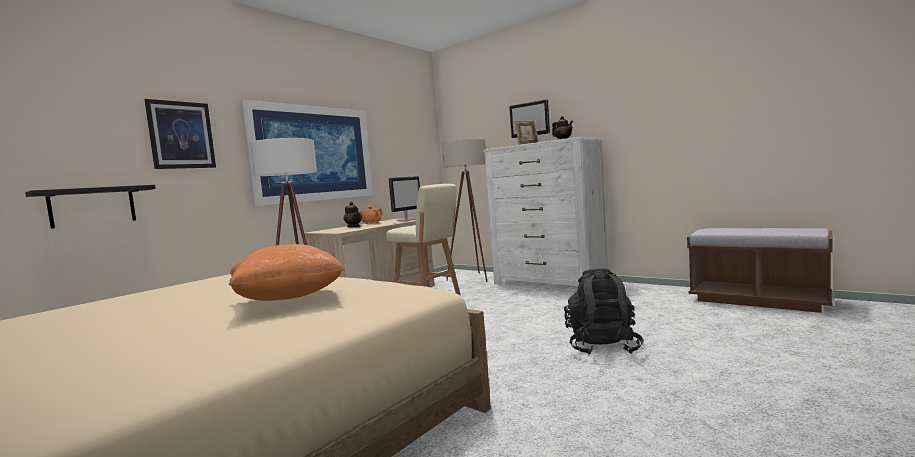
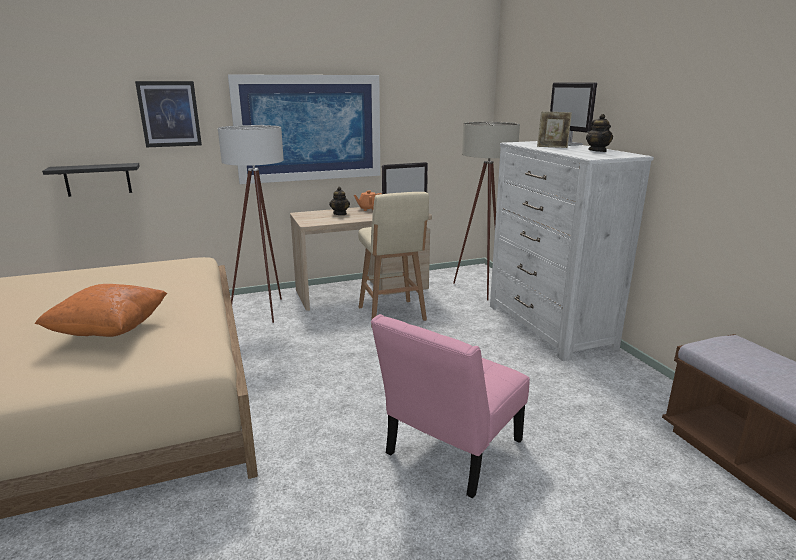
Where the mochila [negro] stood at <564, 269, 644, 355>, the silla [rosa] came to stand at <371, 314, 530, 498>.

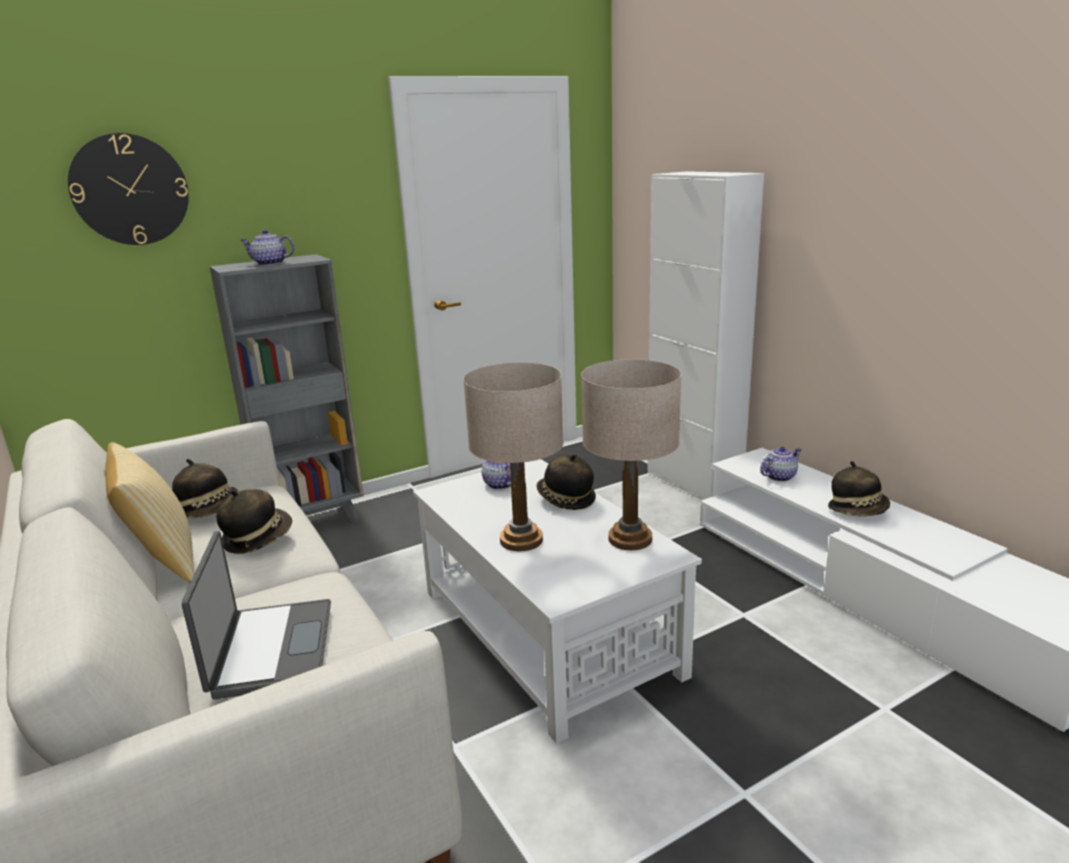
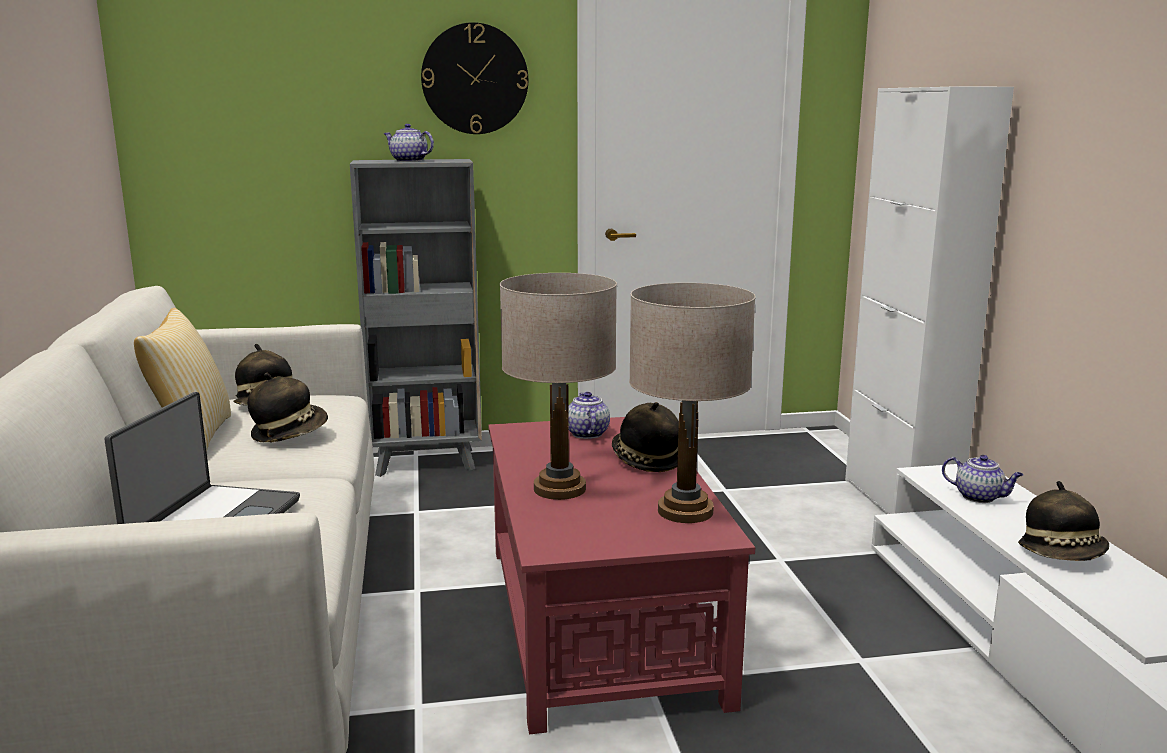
The reloj de pared ended up elsewhere, having gone from <68, 133, 189, 245> to <421, 22, 528, 134>.
What was the mesa de centro [blanco] at <413, 459, 702, 744> turned into the mesa de centro [rojo] at <488, 417, 755, 734>.
The tetera at <760, 447, 801, 482> ended up facing another way, 45 degrees clockwise from before.

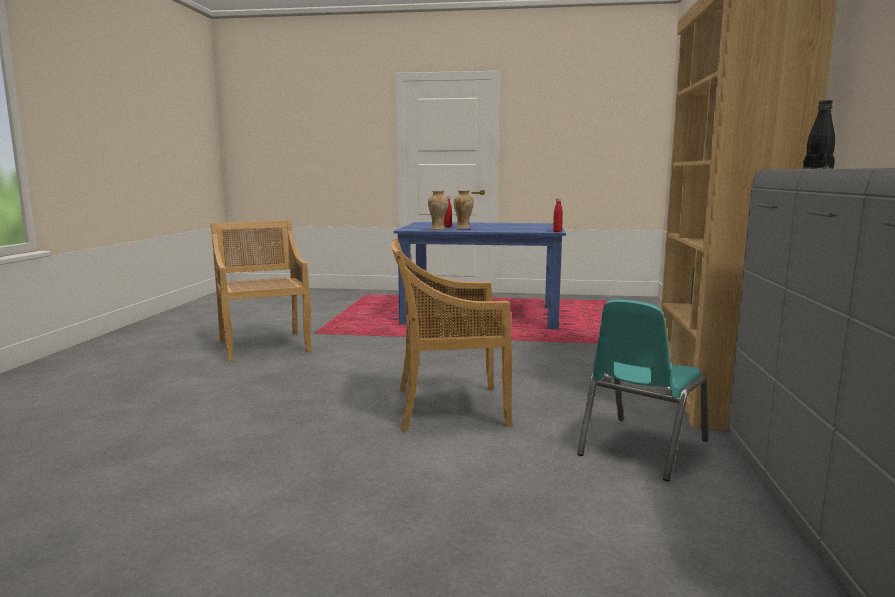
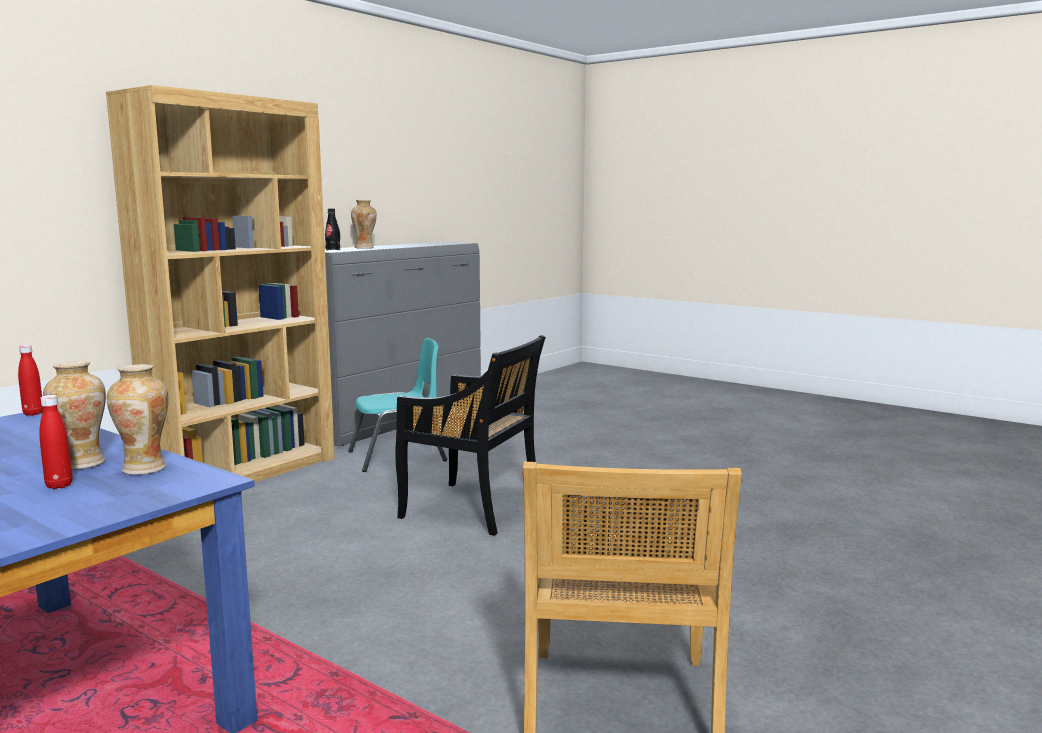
The second view gained the florero at <351, 200, 377, 249>.
What was the silla [beis] at <391, 238, 512, 430> turned into the silla [negro] at <395, 335, 546, 536>.

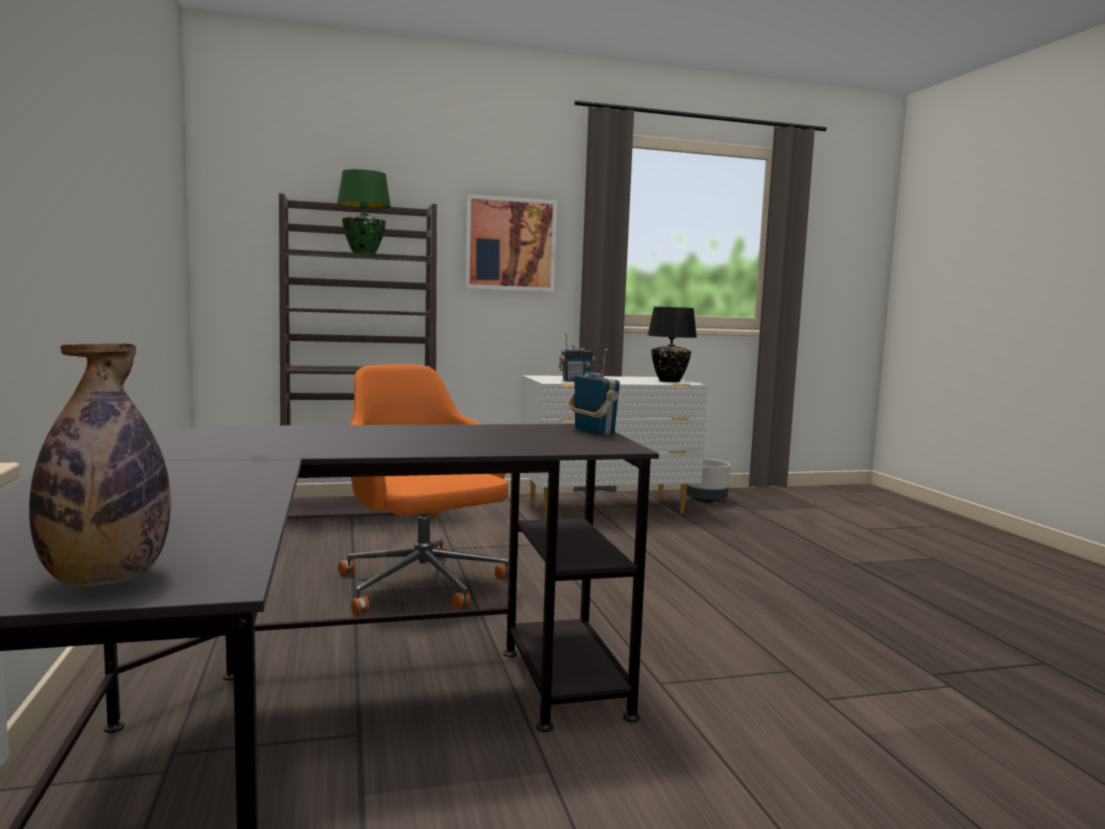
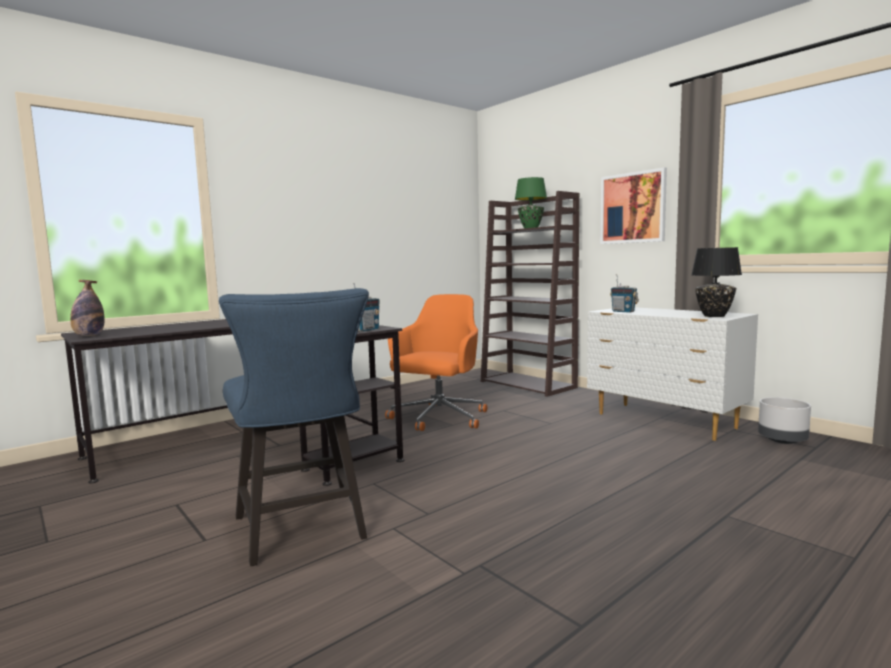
The second view gained the silla [azul] at <219, 288, 369, 566>.

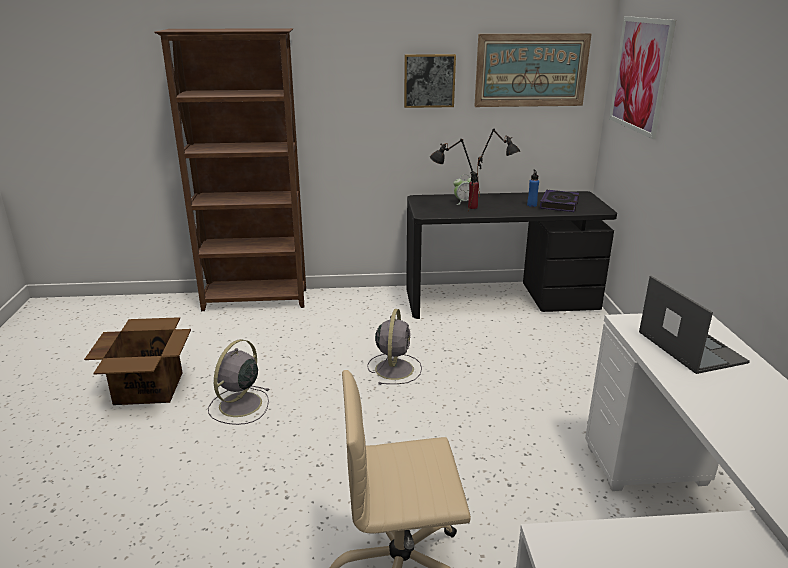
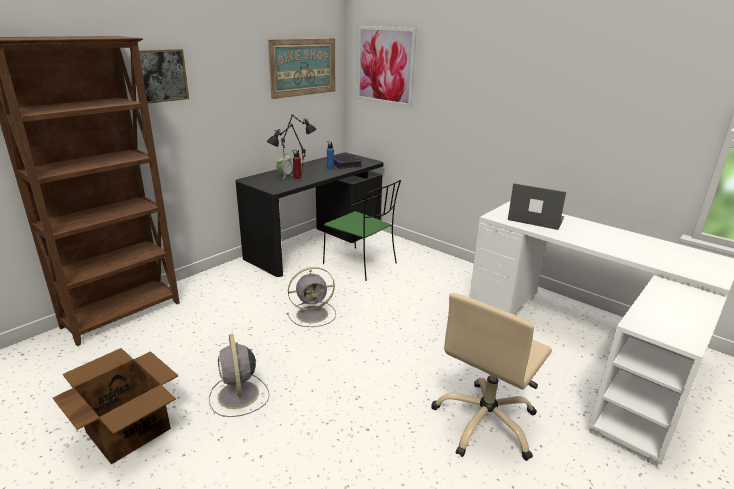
The second view gained the silla [verde] at <323, 180, 401, 281>.
The cuadro ended up elsewhere, having gone from <404, 54, 456, 108> to <139, 49, 189, 103>.
The ventilador [gris] at <367, 309, 422, 385> ended up facing another way, 105 degrees clockwise from before.

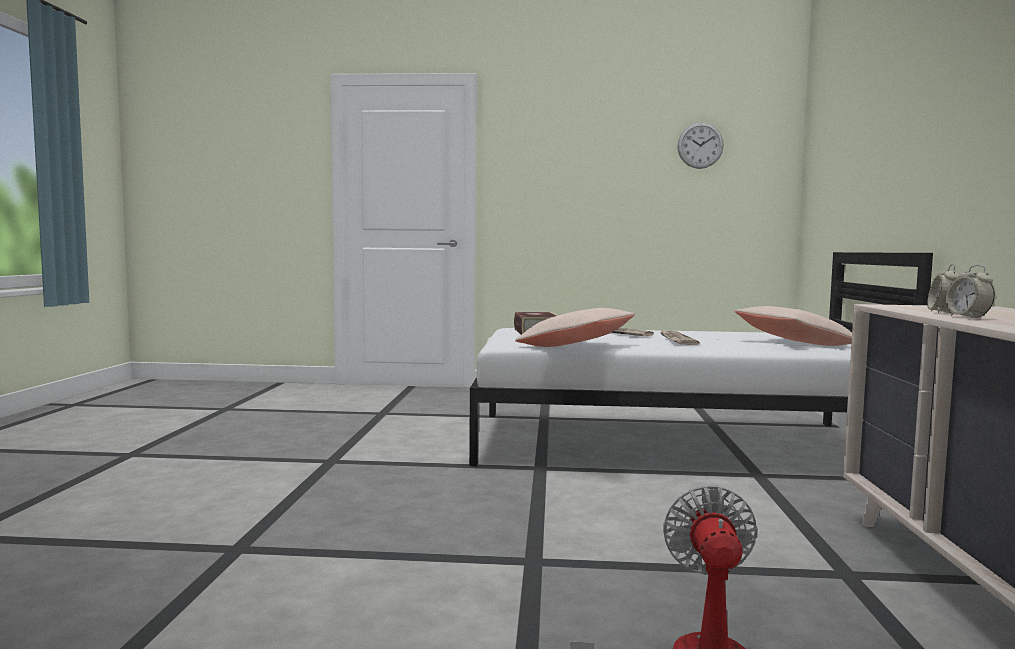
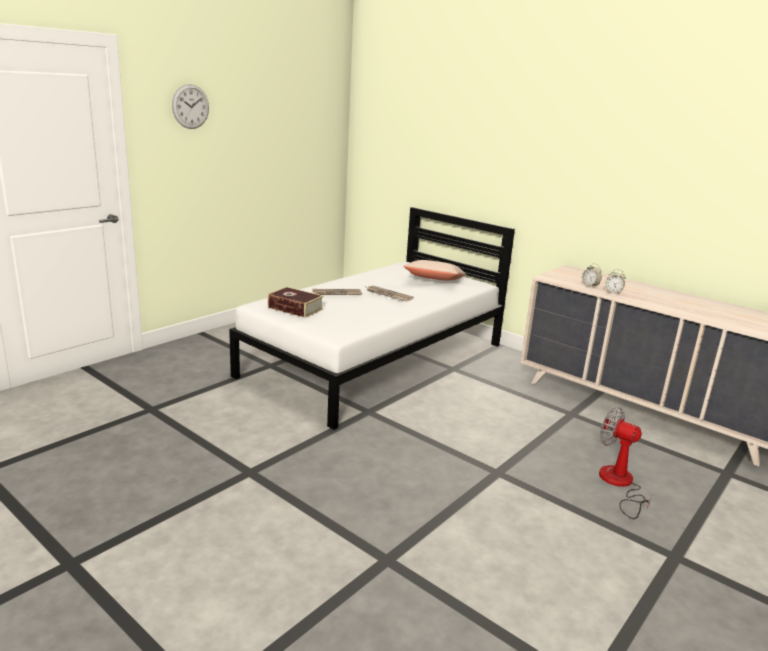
The second view lost the cojín [beis] at <515, 308, 635, 347>.
The reloj de pared ended up elsewhere, having gone from <677, 122, 724, 169> to <172, 84, 209, 129>.

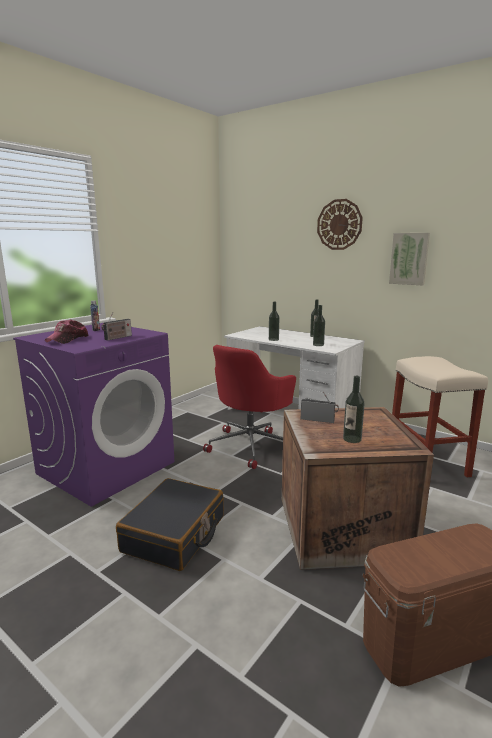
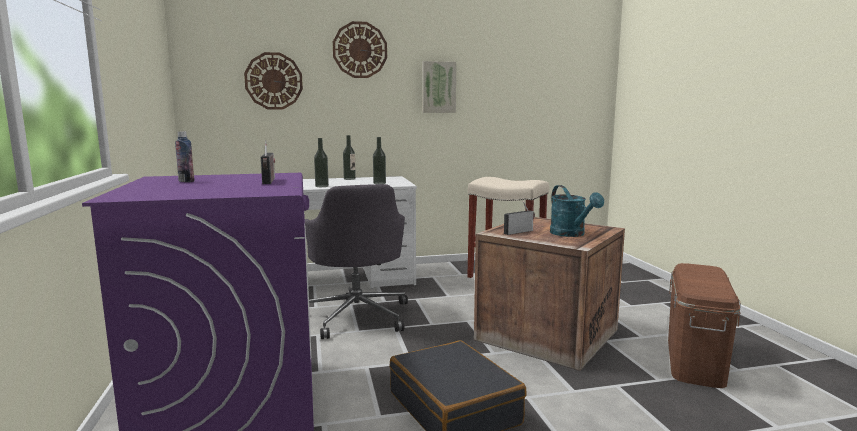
The second view lost the gorra at <45, 319, 88, 344>.
The second view gained the reloj de pared at <244, 52, 303, 110>.
Where the botella stood at <343, 376, 365, 443>, the regadera [turquesa] came to stand at <550, 185, 604, 237>.
What was the silla de oficina [rojo] at <203, 345, 296, 469> turned into the silla de oficina [gris] at <305, 184, 408, 339>.

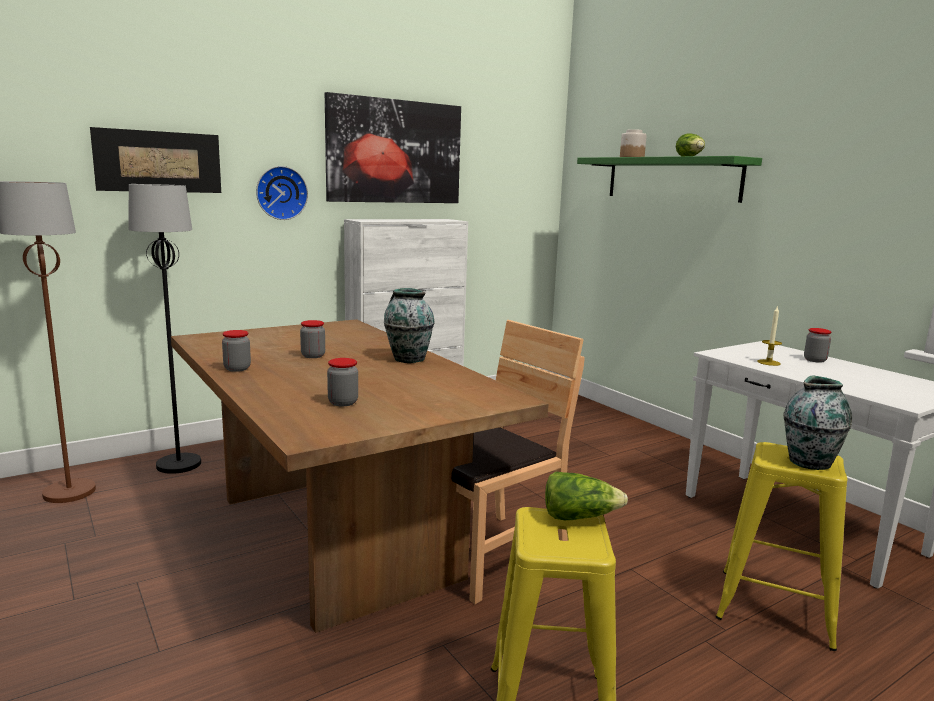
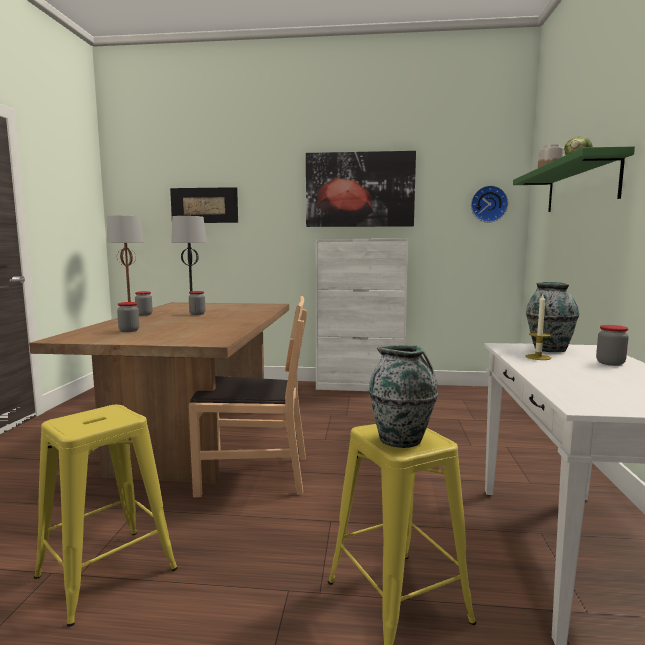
The second view lost the lechuga at <545, 472, 628, 520>.
The reloj de pared ended up elsewhere, having gone from <256, 166, 308, 220> to <471, 185, 508, 223>.
The florero ended up elsewhere, having gone from <384, 288, 434, 363> to <526, 282, 579, 352>.

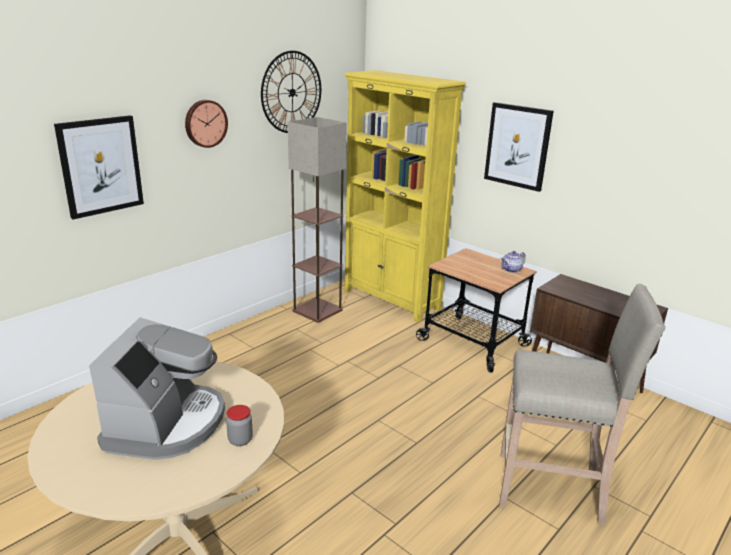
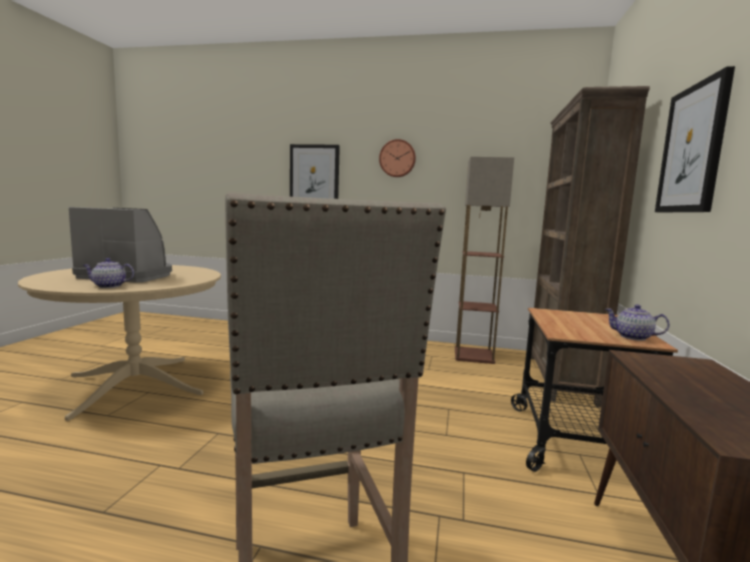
The second view lost the reloj de pared at <261, 51, 321, 133>.
Where the tarro stood at <226, 405, 253, 446>, the tetera came to stand at <83, 258, 134, 288>.
What was the estantería [amarillo] at <344, 70, 466, 322> turned into the estantería [marrón] at <531, 86, 650, 407>.
The cafetera at <89, 317, 225, 460> ended up facing another way, 150 degrees counterclockwise from before.

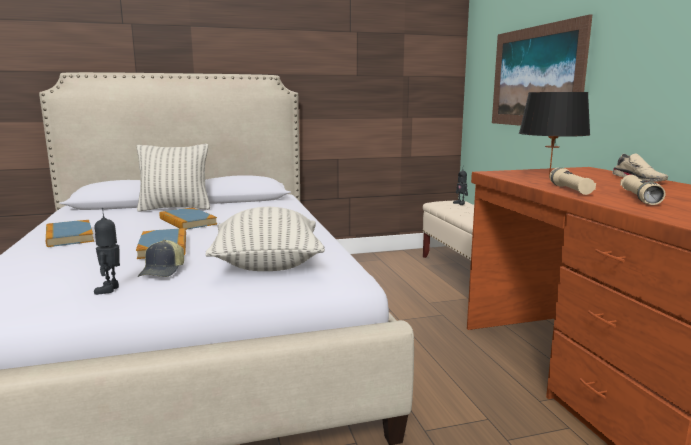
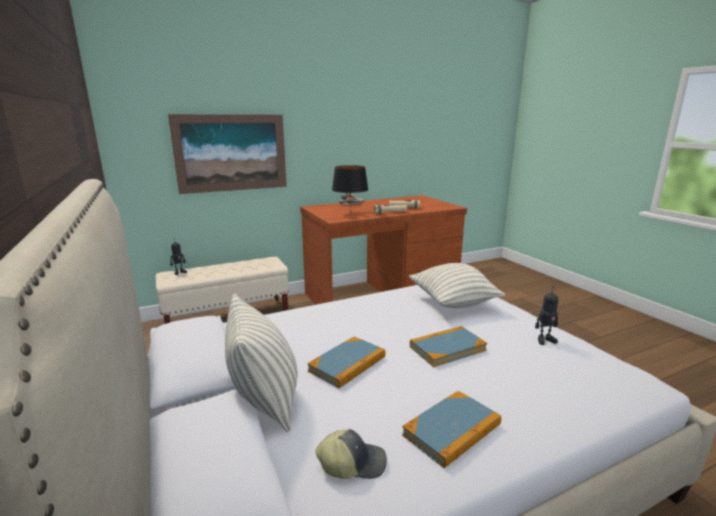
The gorra ended up elsewhere, having gone from <137, 240, 184, 277> to <315, 429, 387, 479>.

